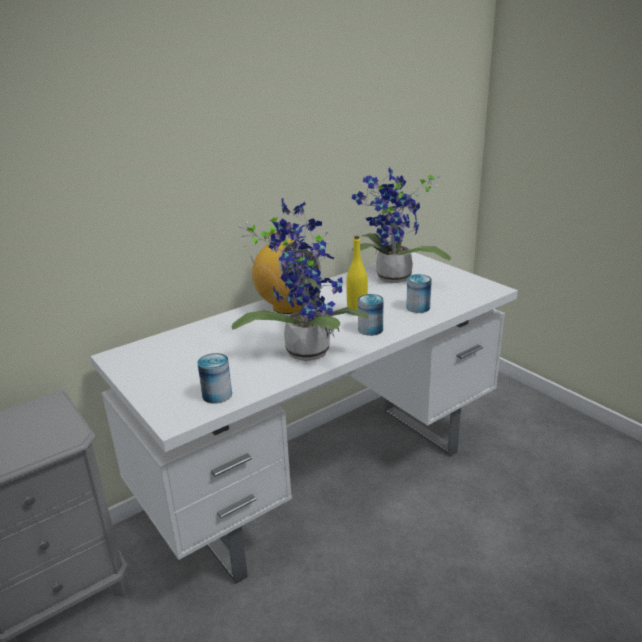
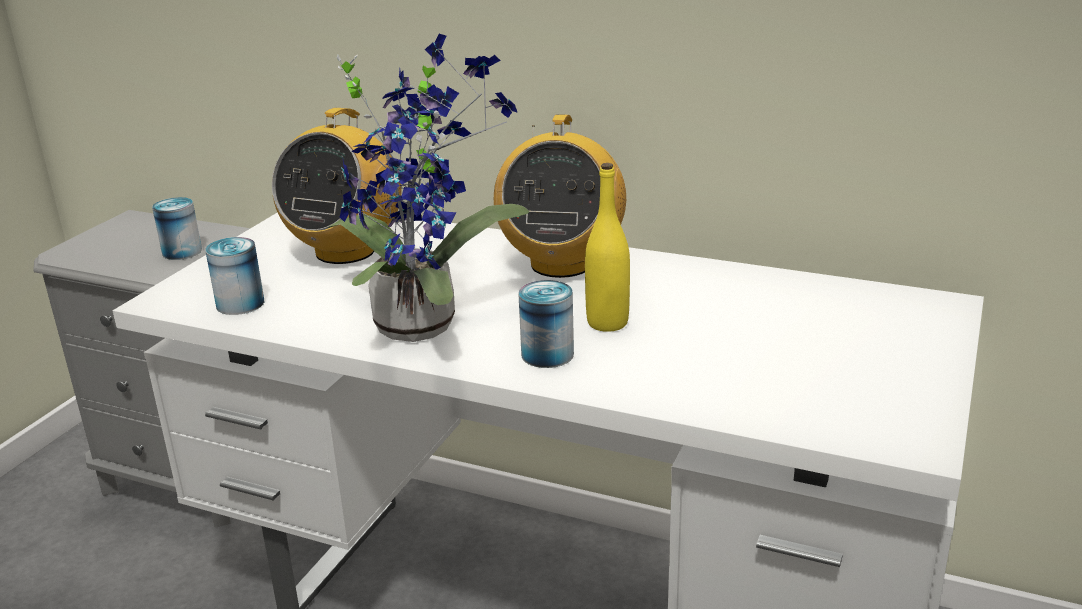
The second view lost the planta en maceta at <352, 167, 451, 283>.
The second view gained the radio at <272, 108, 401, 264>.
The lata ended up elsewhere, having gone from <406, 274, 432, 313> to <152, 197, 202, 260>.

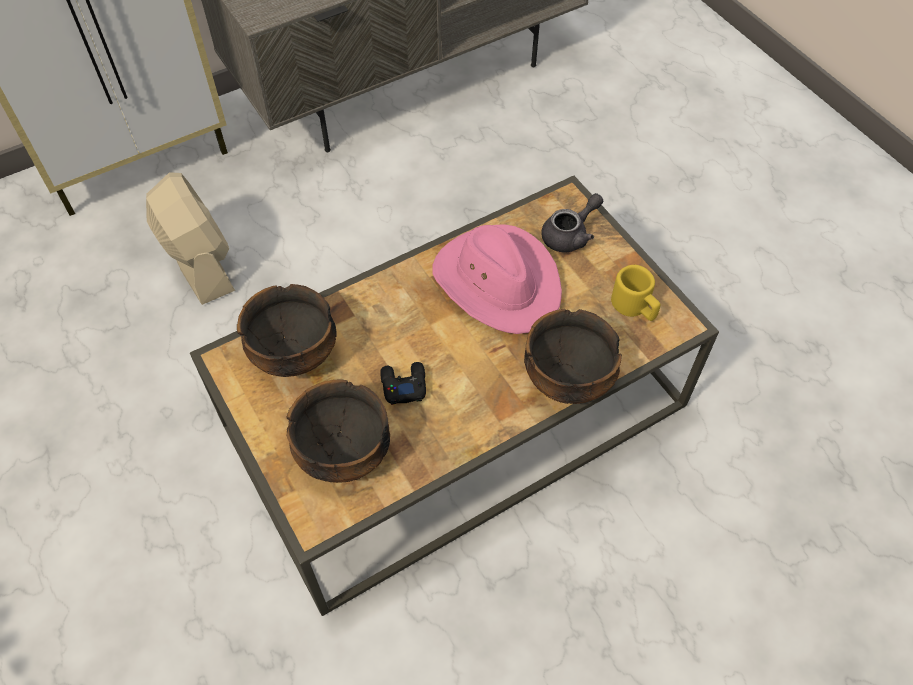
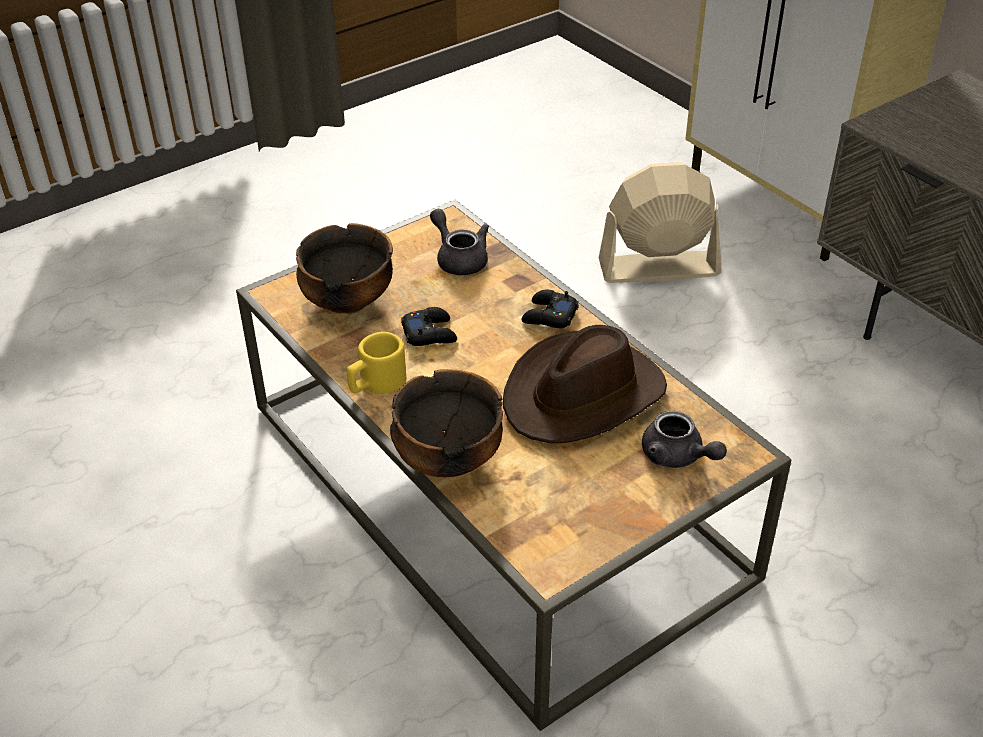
The second view gained the mando de consola [negro] at <522, 289, 579, 328>.
The taza grande [amarillo] ended up elsewhere, having gone from <611, 265, 660, 321> to <347, 332, 406, 394>.
Where the cuenco stood at <237, 284, 337, 377>, the tetera [gris] came to stand at <430, 209, 489, 275>.
What was the sombrero [rosa] at <432, 224, 562, 334> turned into the sombrero [marrón] at <503, 325, 667, 443>.
The ventilador [beis] at <146, 172, 235, 305> ended up facing another way, 150 degrees counterclockwise from before.

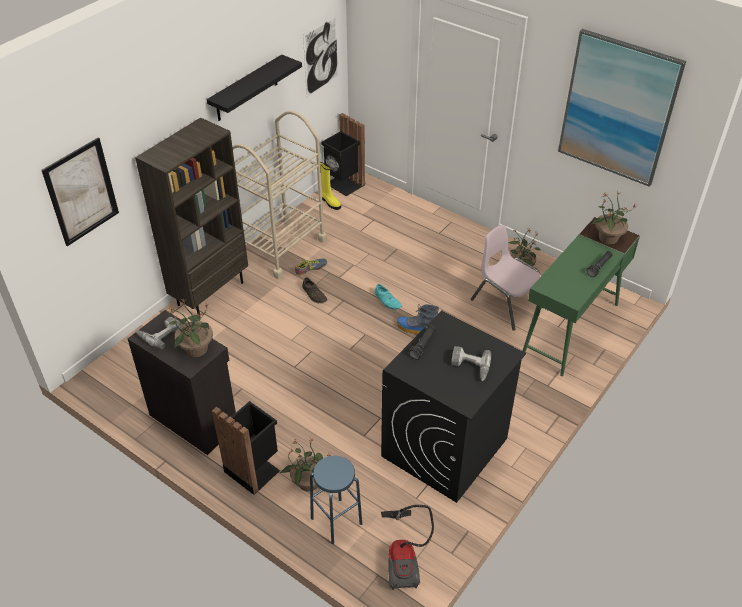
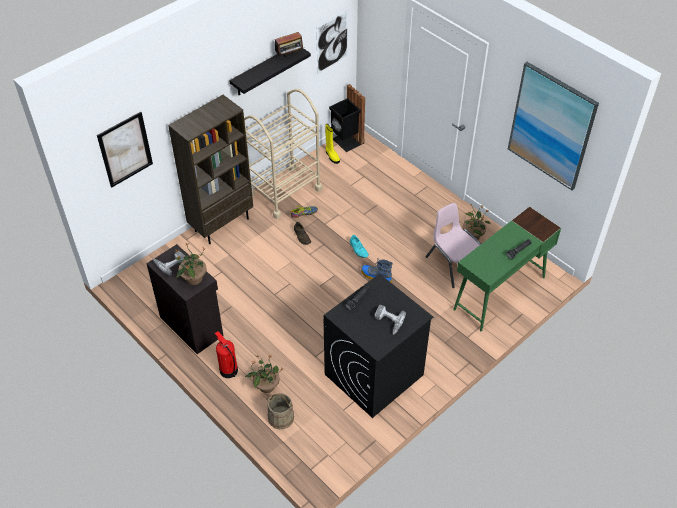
The second view lost the aspiradora at <381, 505, 434, 590>.
The second view lost the planta en maceta at <592, 191, 636, 244>.
The second view gained the radio at <275, 32, 305, 57>.
Where the papelera [negro] stood at <212, 401, 280, 495>, the extintor came to stand at <215, 331, 238, 378>.
Where the taburete [azul] stood at <310, 456, 362, 544>, the cubo [beis] came to stand at <266, 393, 294, 429>.

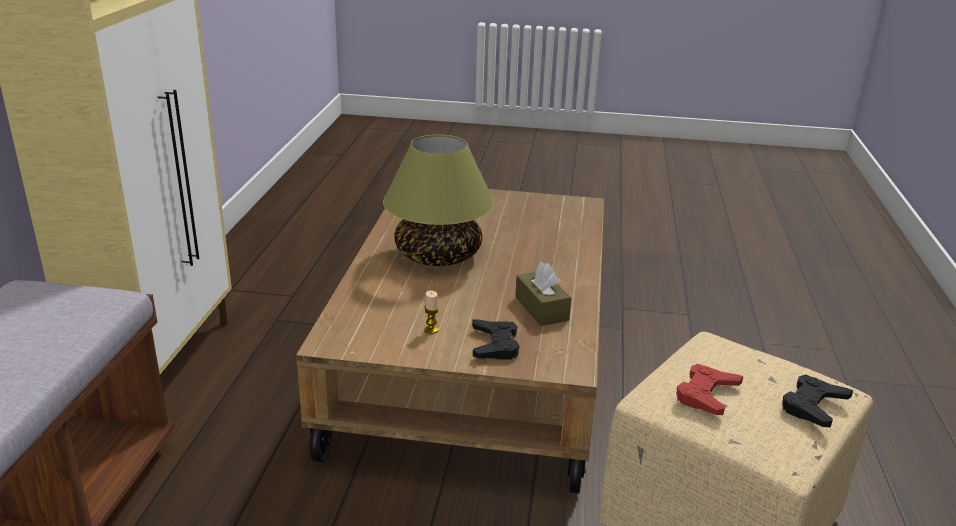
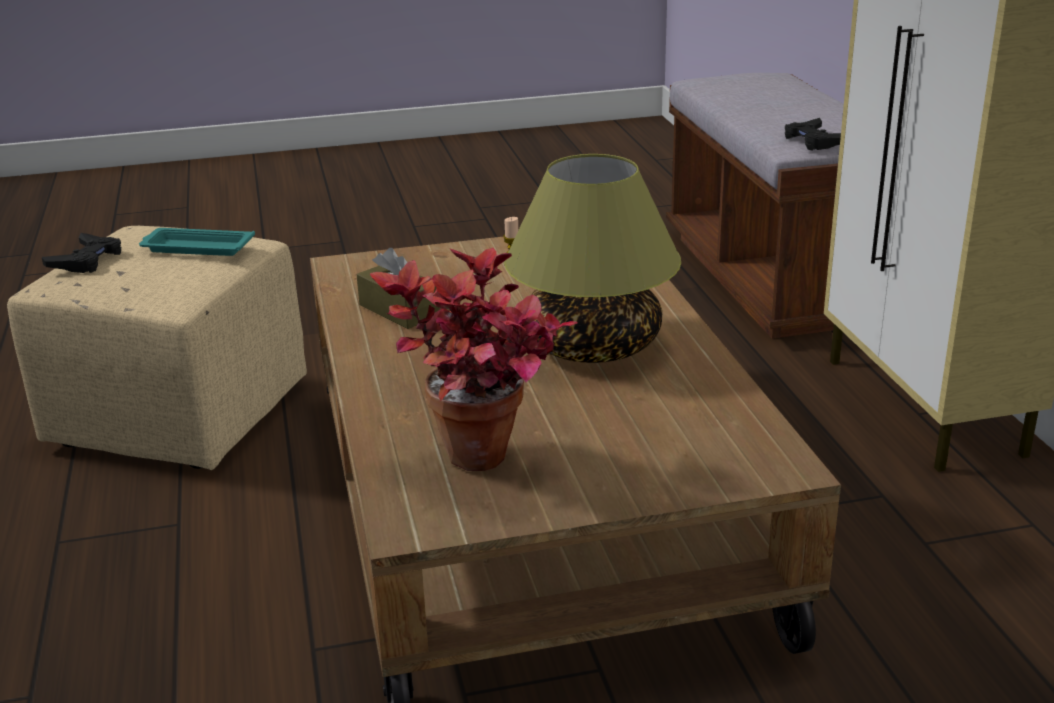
The second view gained the planta en maceta at <370, 248, 578, 471>.
The mando de consola [negro] ended up elsewhere, having gone from <472, 319, 519, 360> to <785, 118, 841, 151>.
Where the mando de consola [rojo] stood at <676, 364, 743, 415>, the bandeja [turquesa] came to stand at <139, 228, 255, 256>.

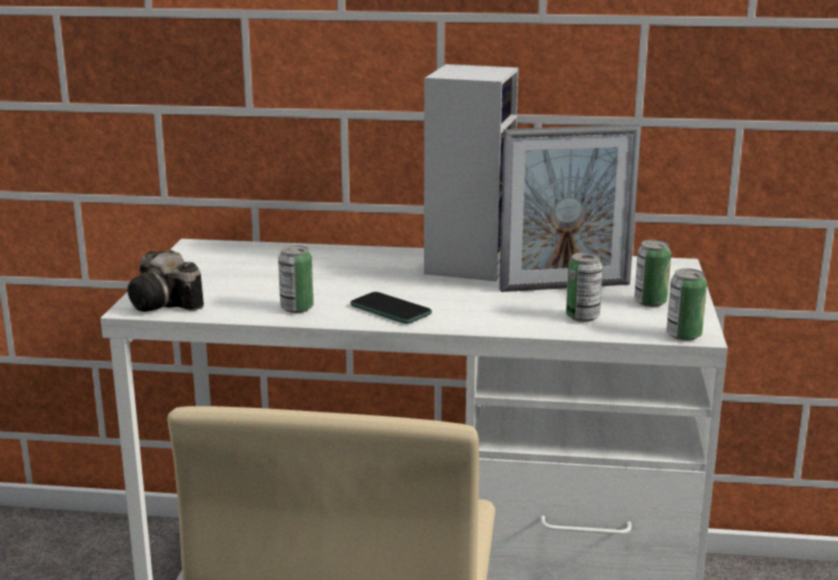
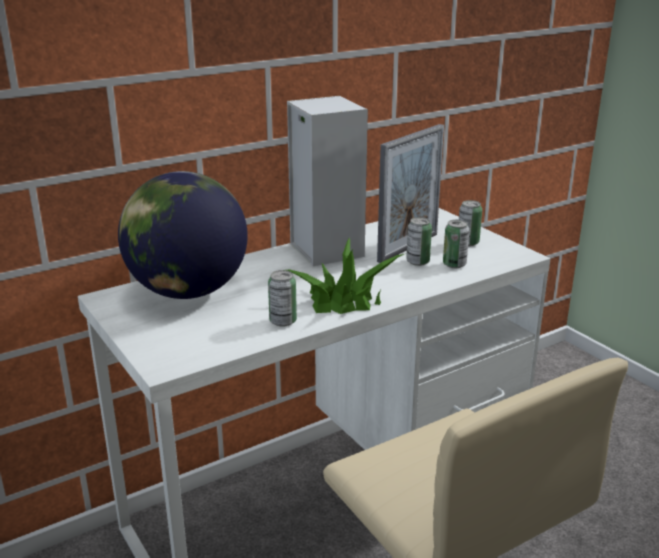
The second view lost the cámara at <127, 250, 204, 312>.
The second view gained the globo terráqueo at <118, 171, 248, 299>.
The lata ended up elsewhere, having gone from <667, 268, 707, 341> to <406, 217, 432, 266>.
Where the móvil stood at <350, 292, 432, 324>, the planta en maceta came to stand at <287, 238, 404, 314>.

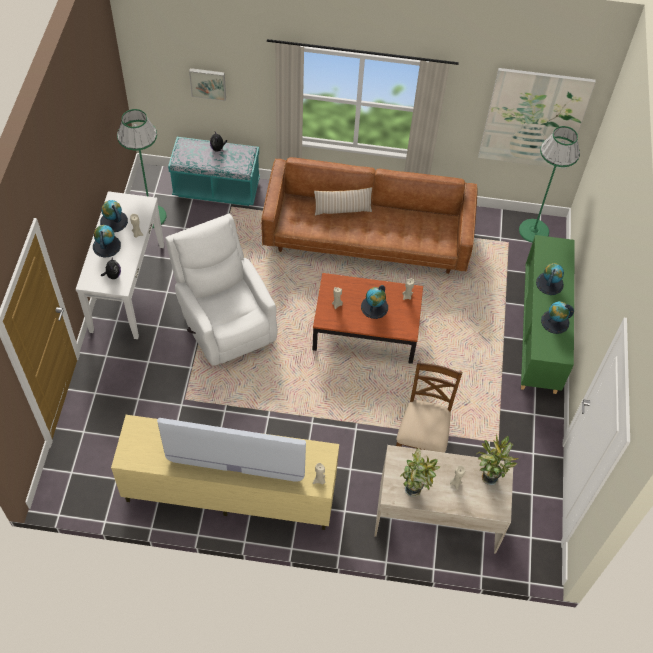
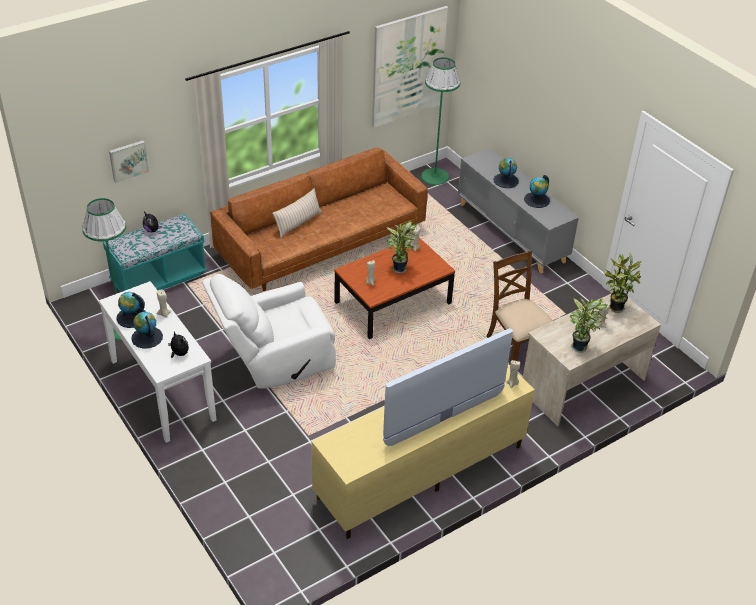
Where the globo terráqueo stood at <361, 285, 388, 319>, the planta en maceta came to stand at <386, 220, 420, 273>.
What was the armario [verde] at <521, 235, 575, 394> turned into the armario [gris] at <458, 148, 579, 274>.
The sillón [blanco] at <165, 214, 277, 366> ended up facing another way, 45 degrees counterclockwise from before.

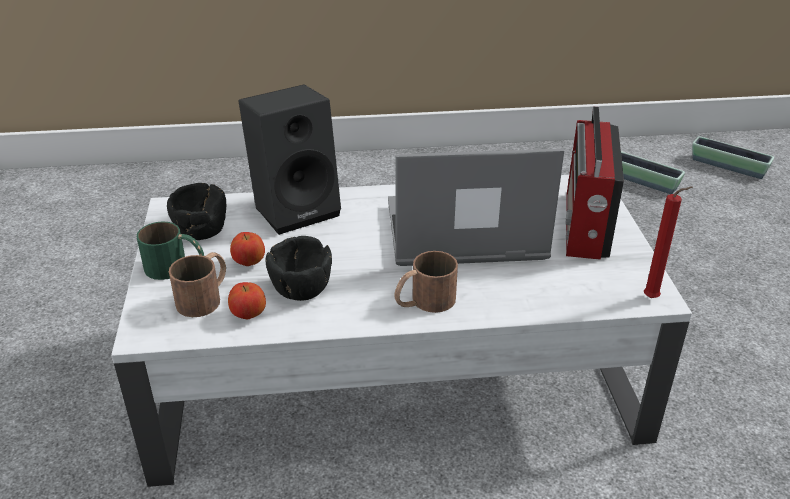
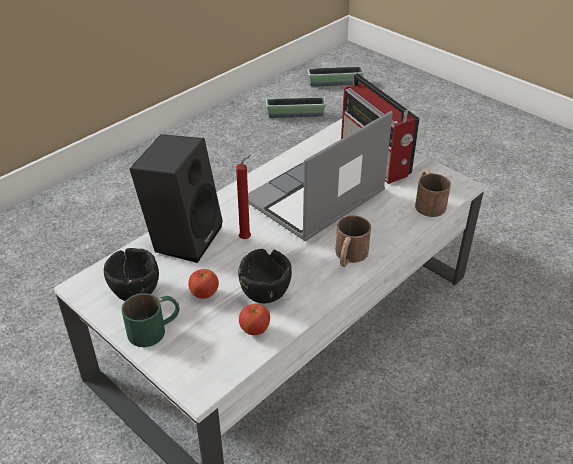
The taza grande [marrón] ended up elsewhere, having gone from <169, 252, 226, 317> to <415, 170, 451, 217>.
The vela [rojo] ended up elsewhere, having gone from <644, 186, 693, 298> to <236, 155, 251, 239>.

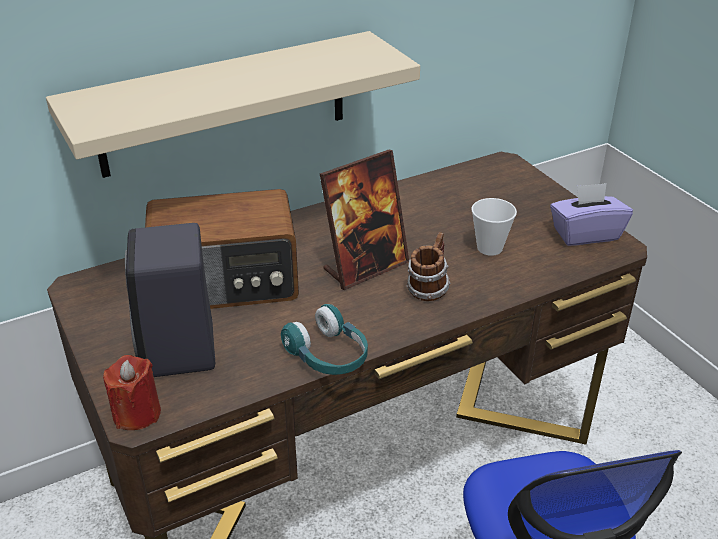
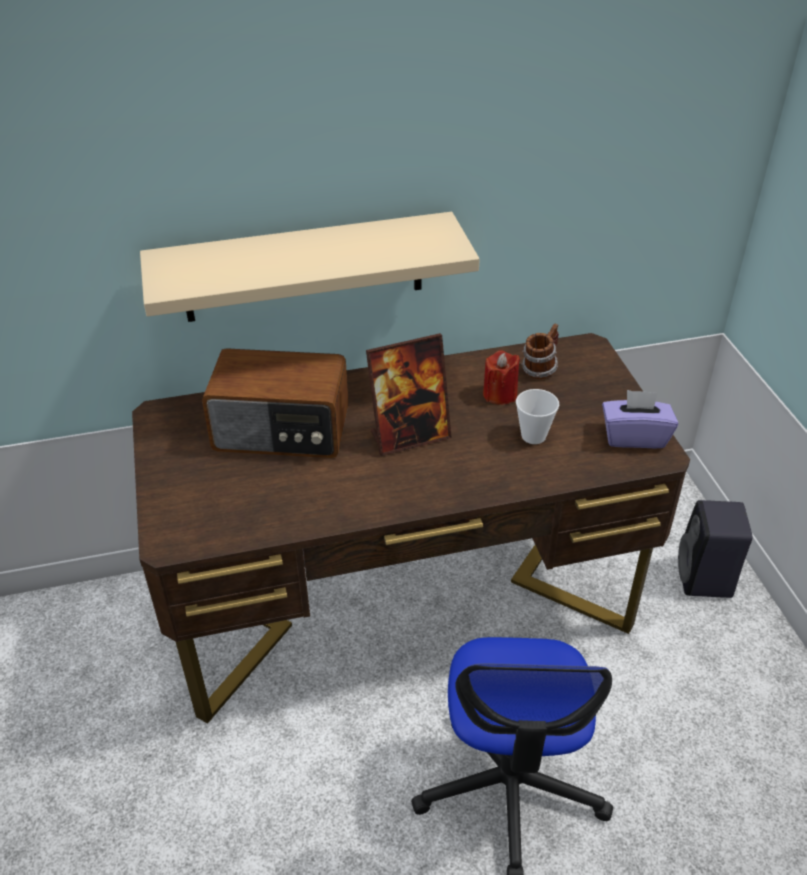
The second view lost the auriculares [turquesa] at <281, 304, 368, 375>.
The vela [rojo] ended up elsewhere, having gone from <103, 355, 161, 430> to <483, 350, 520, 405>.
The altavoz [negro] ended up elsewhere, having gone from <125, 223, 215, 377> to <678, 500, 753, 598>.
The taza grande ended up elsewhere, having gone from <407, 232, 451, 301> to <521, 324, 559, 379>.

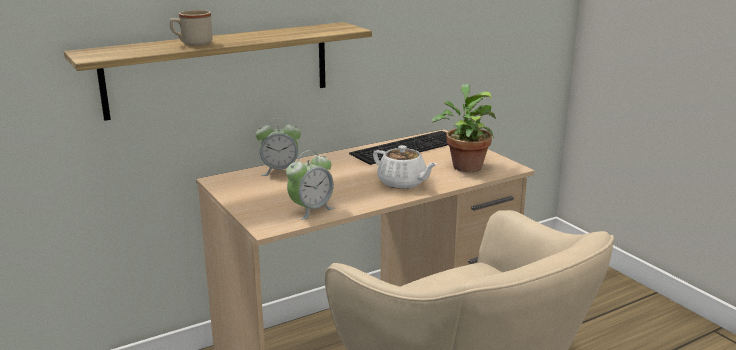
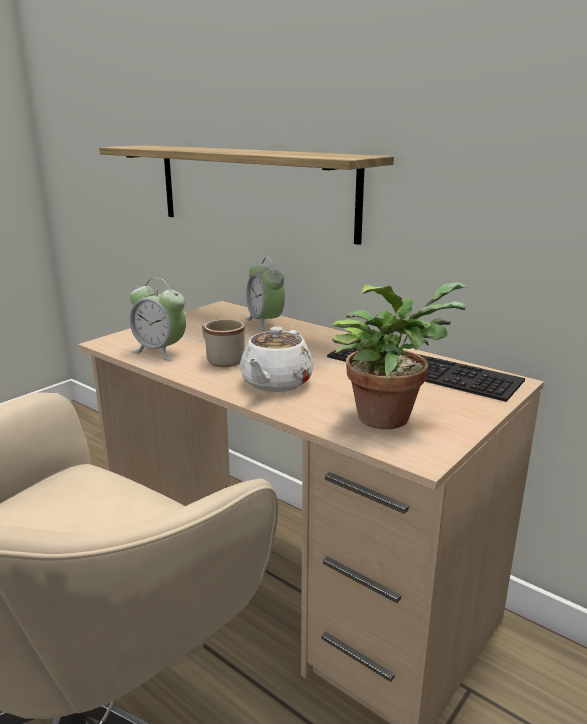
The taza grande [beis] ended up elsewhere, having gone from <170, 10, 213, 46> to <202, 319, 245, 367>.

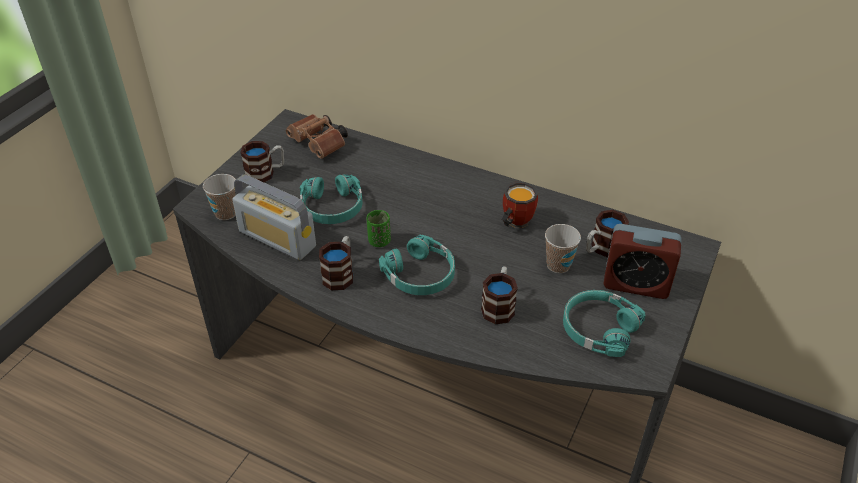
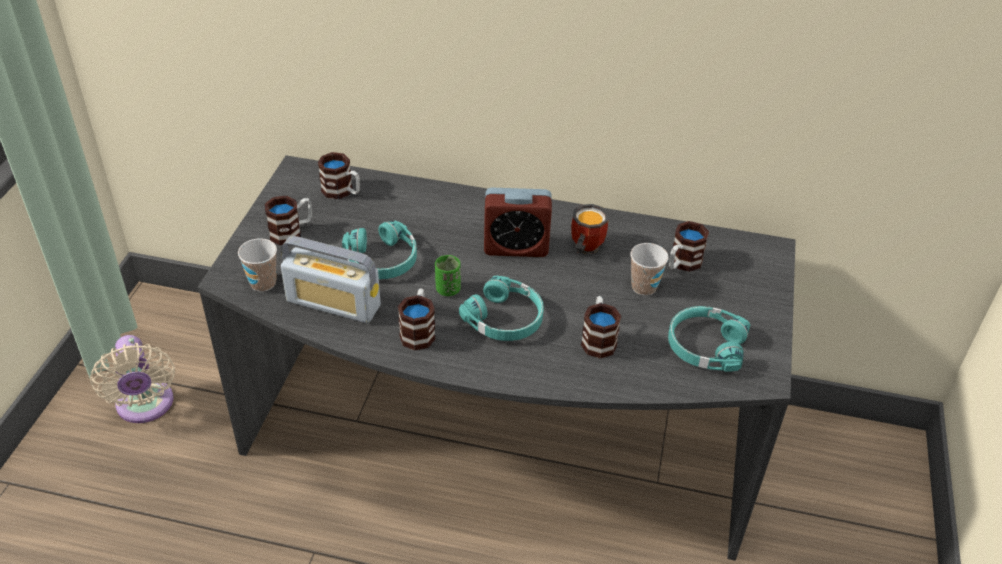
The second view gained the ventilador [beis] at <90, 335, 175, 423>.
The despertador ended up elsewhere, having gone from <603, 224, 682, 299> to <484, 187, 552, 257>.
Where the prismáticos [marrón] stood at <286, 114, 348, 159>, the taza grande came to stand at <318, 152, 360, 199>.

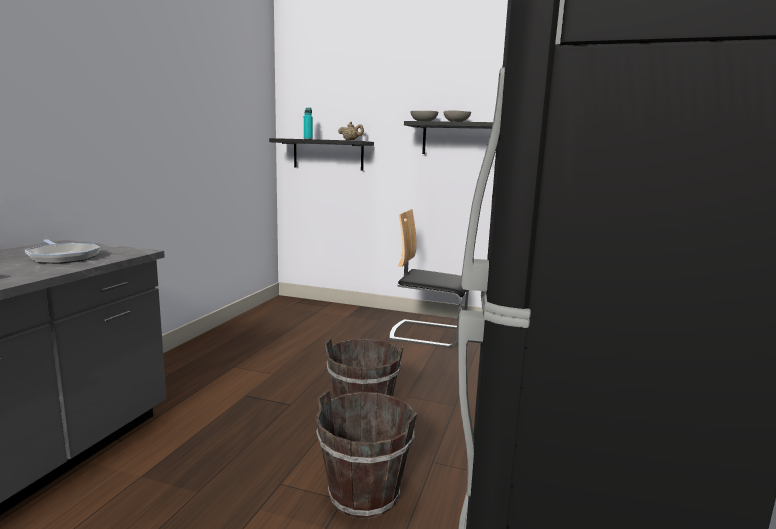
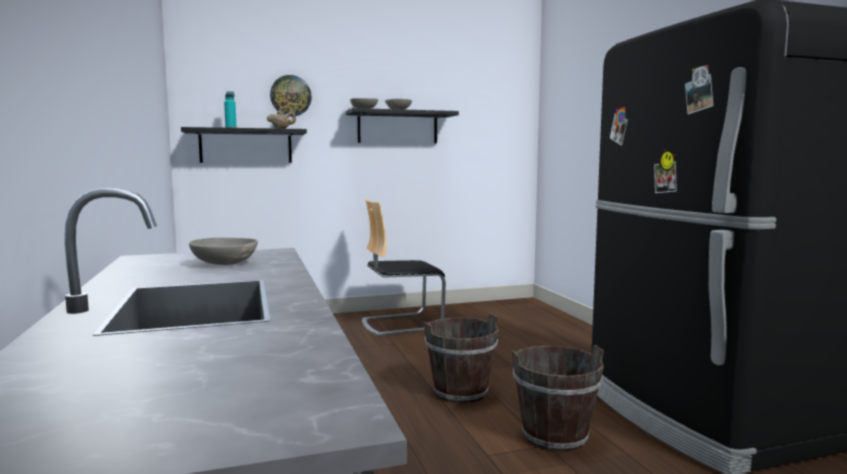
The second view gained the reloj de pared at <270, 75, 312, 117>.
Where the sartén stood at <25, 239, 101, 264>, the cuenco [gris] came to stand at <189, 238, 258, 265>.

